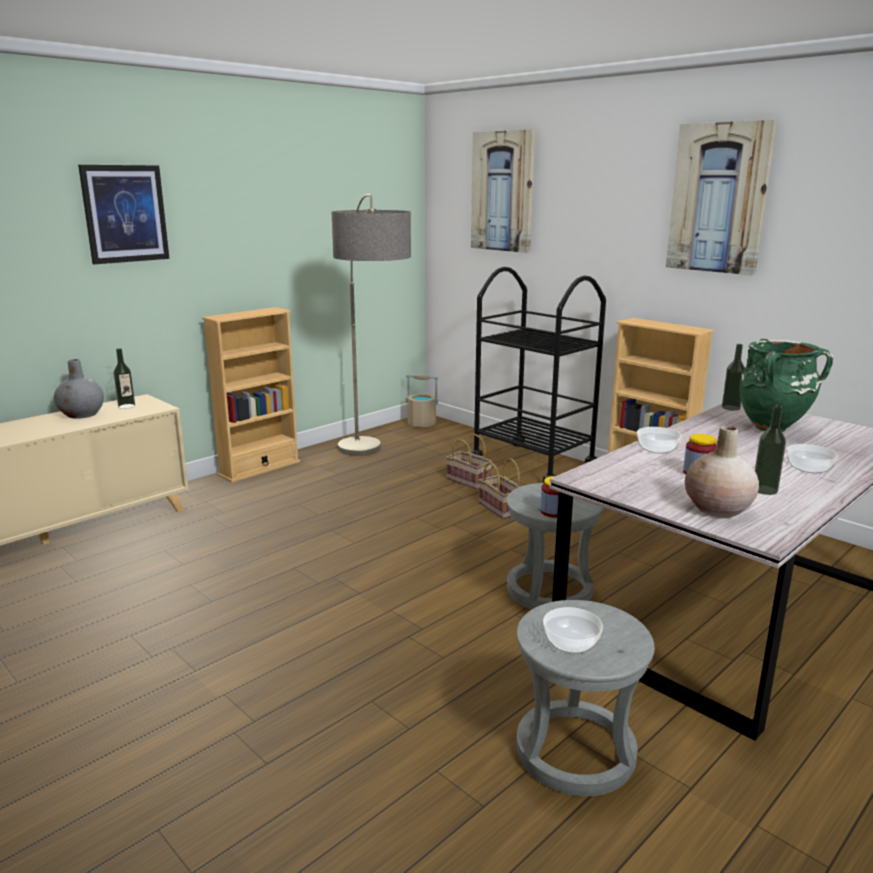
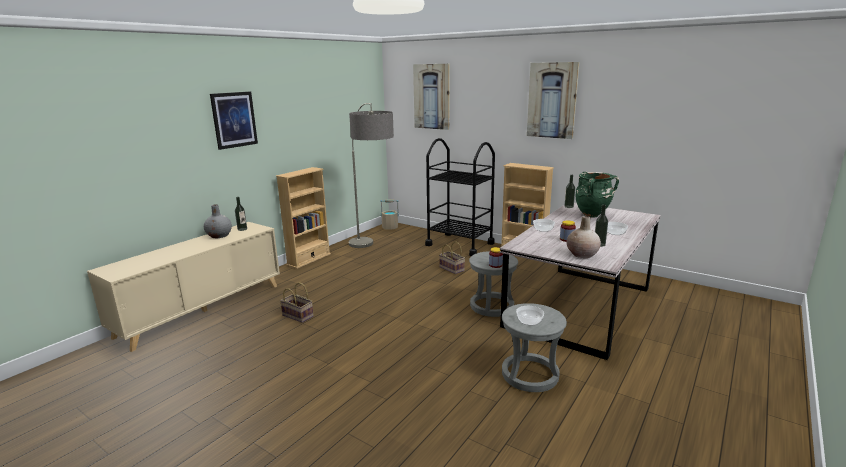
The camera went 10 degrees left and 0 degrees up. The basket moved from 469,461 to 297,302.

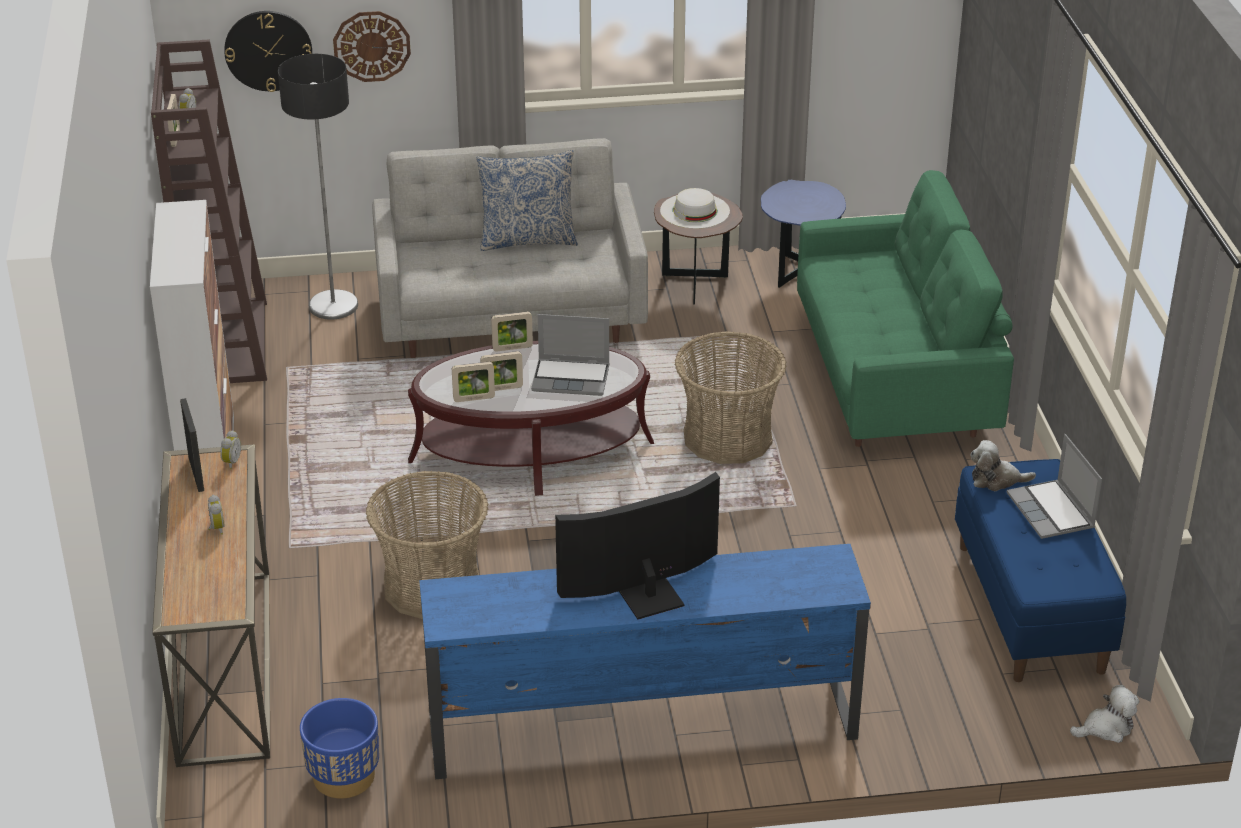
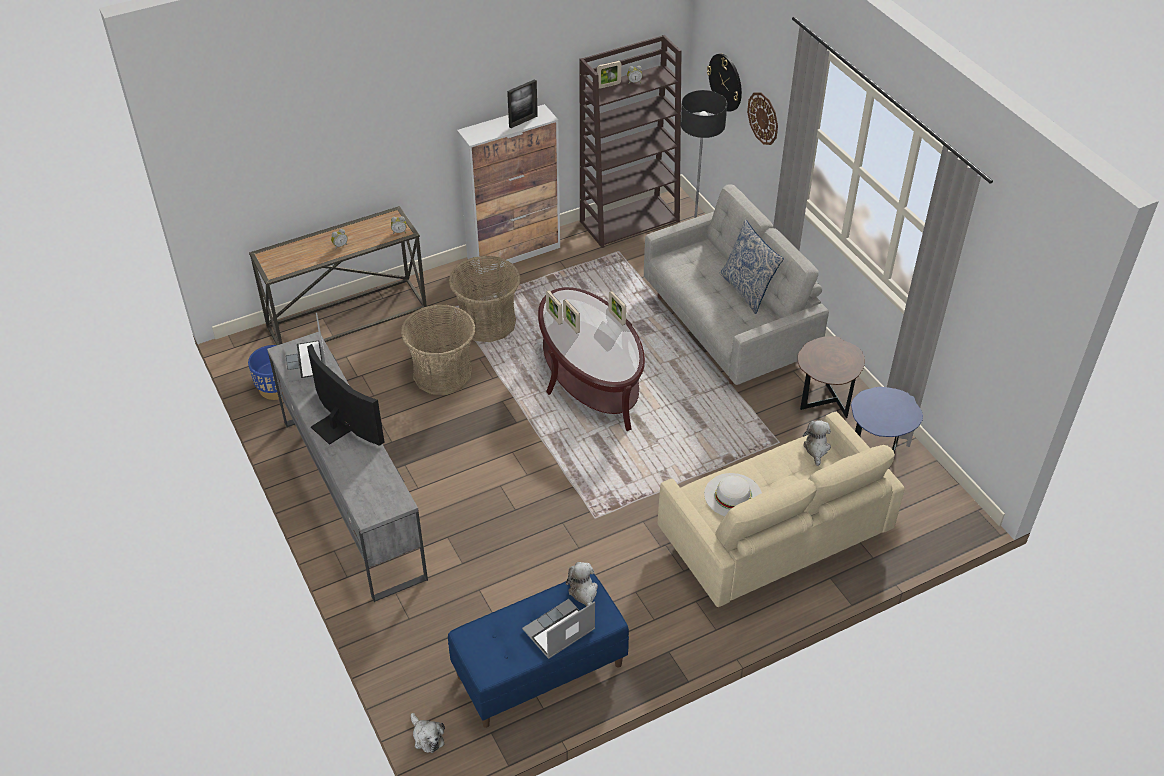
The camera went 70 degrees right and 10 degrees up. The plush toy at 817,443 appeared. The picture frame moved from 192,445 to 522,103. The laptop moved from 570,355 to 305,347. The white hat moved from 695,208 to 733,494. The basket moved from 731,397 to 484,299. The blue tv stand at 645,661 became the grey tv stand at 347,467. The green sofa at 905,308 became the beige sofa at 781,509.

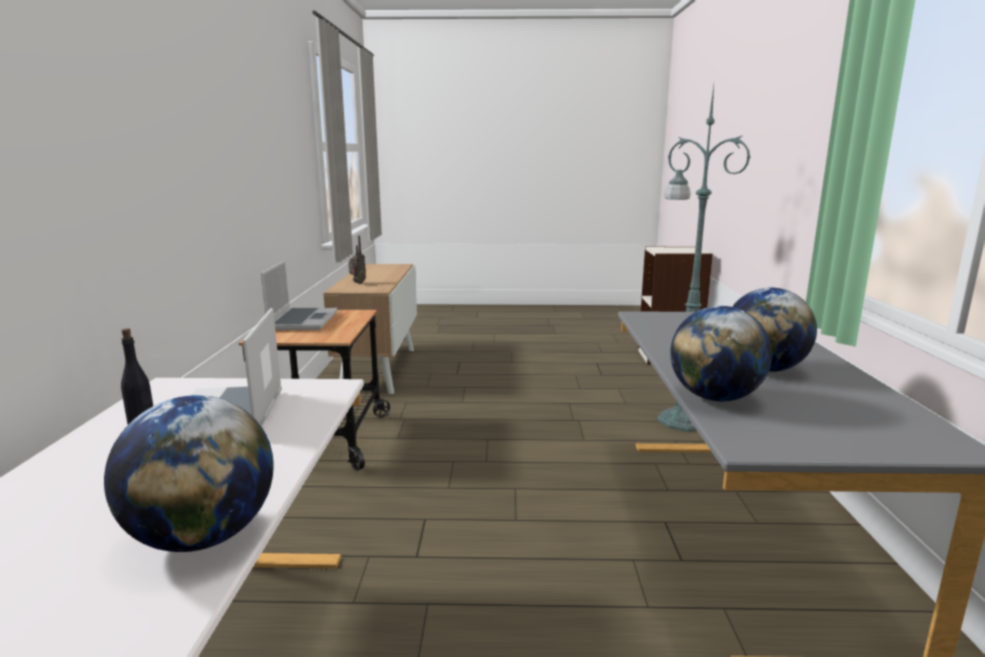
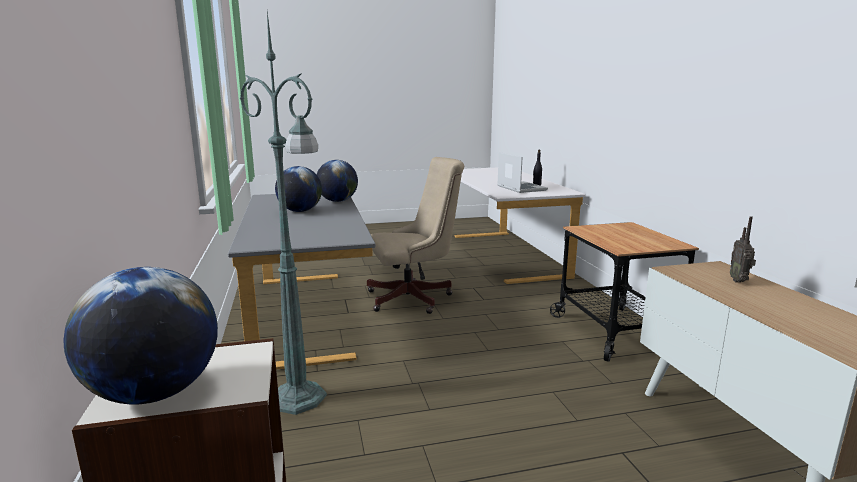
The camera went 165 degrees right and 0 degrees up. The laptop at 299,295 disappeared. The beige office chair at 415,235 appeared. The globe moved from 189,473 to 141,336.

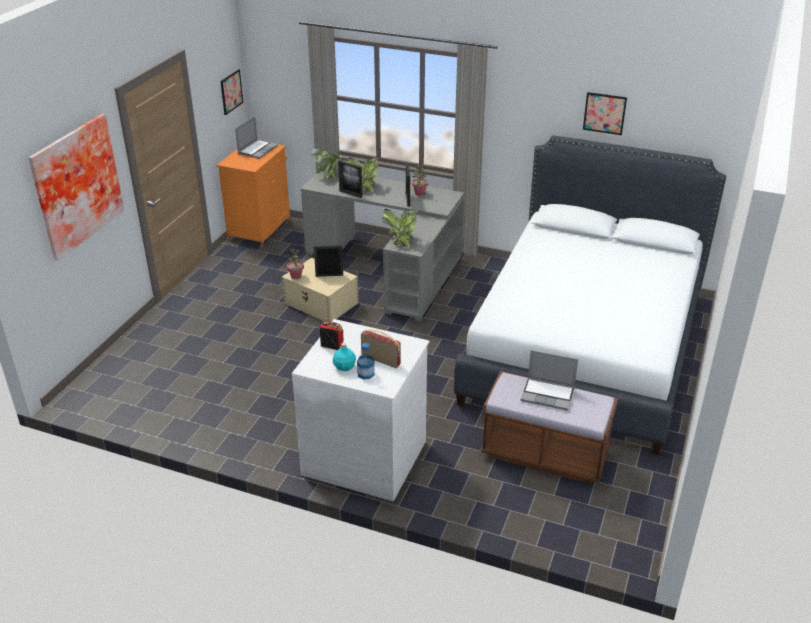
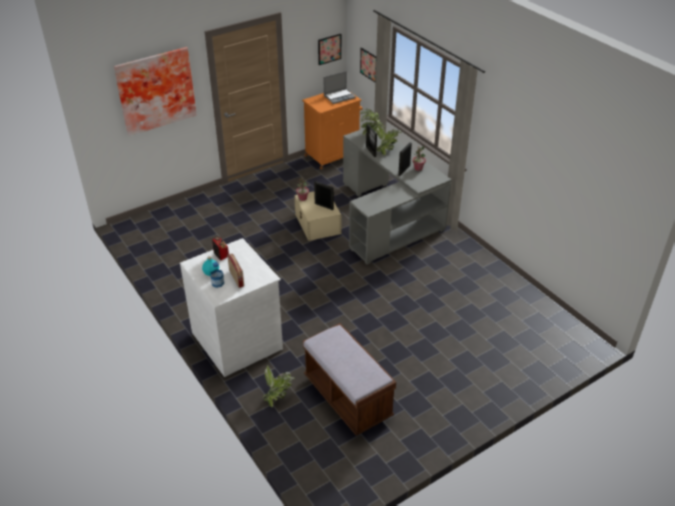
The camera went 35 degrees right and 5 degrees up. The white bed at 590,295 disappeared. The laptop at 549,380 disappeared. The potted plant moved from 399,228 to 279,386. The picture moved from 605,113 to 368,65.

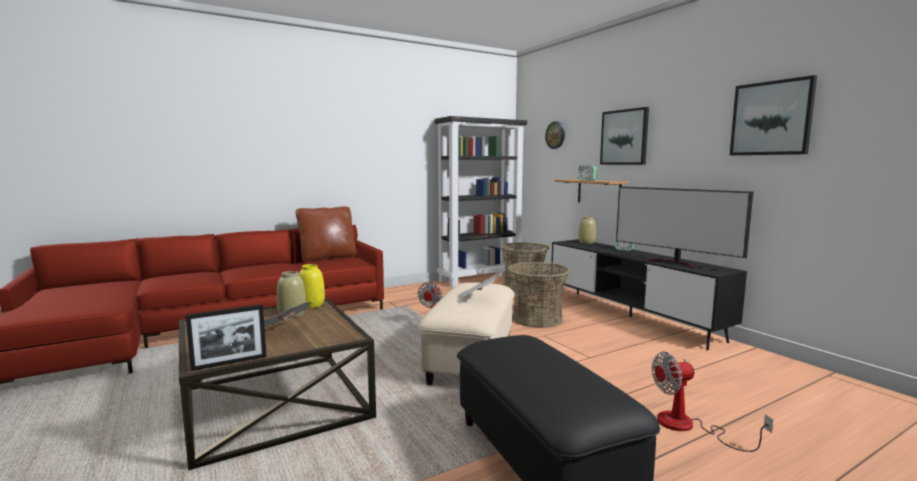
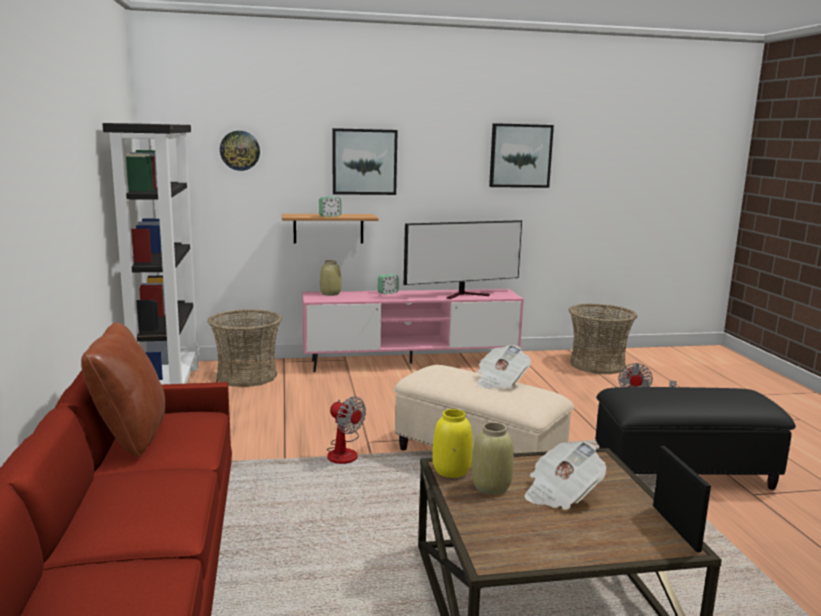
The camera went 70 degrees left and 5 degrees up. The basket moved from 539,295 to 603,338. The black tv stand at 649,294 became the pink tv stand at 413,330.

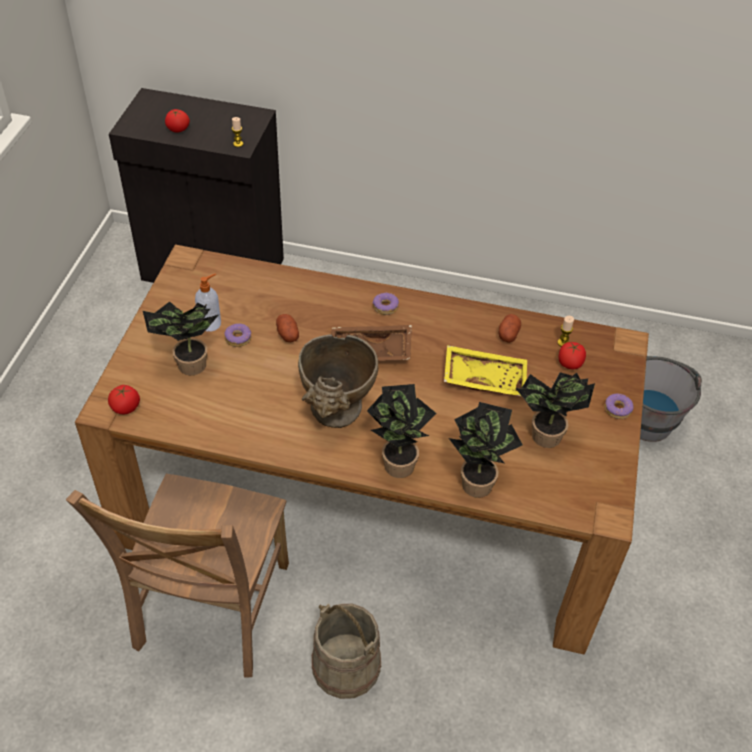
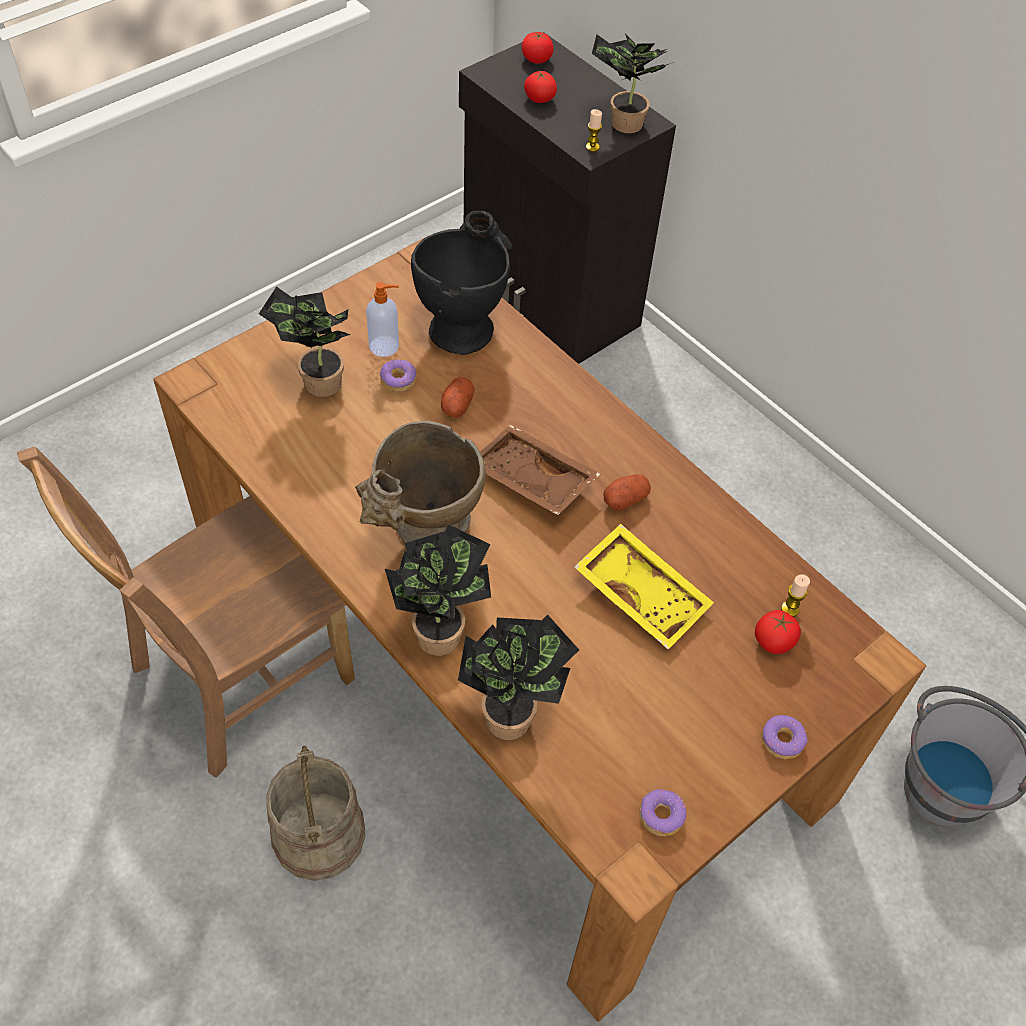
The camera went 35 degrees right and 5 degrees up. The black vase at 461,283 appeared. The tomato moved from 124,399 to 538,48. The donut moved from 386,303 to 662,812. The potato moved from 510,328 to 627,492. The potted plant moved from 555,410 to 633,83.

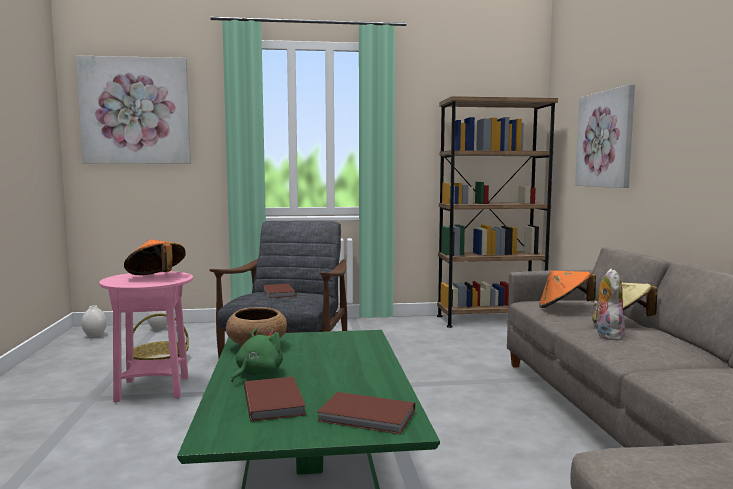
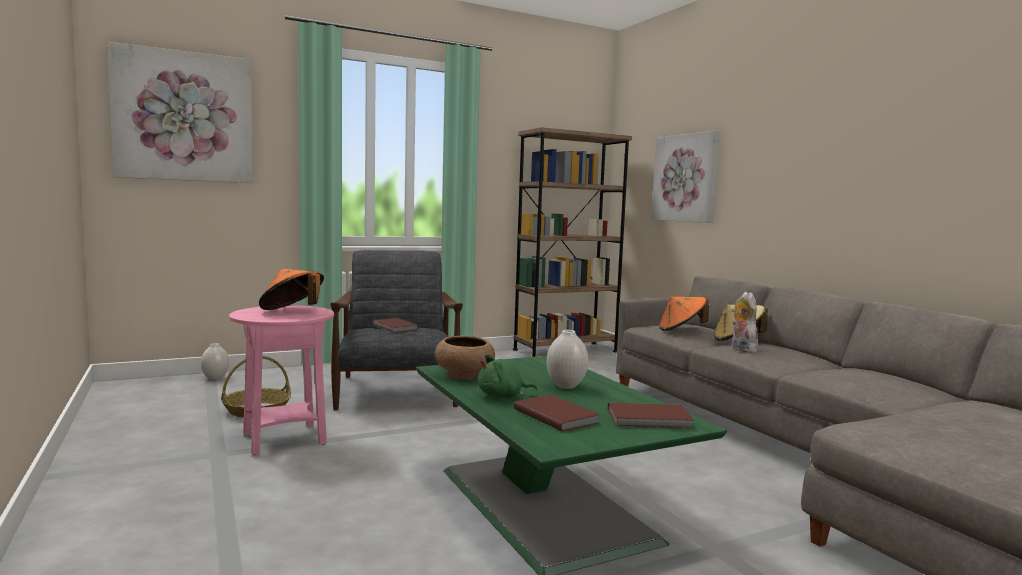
The camera went 20 degrees left and 0 degrees up. The white vase moved from 94,321 to 567,359. The green plush toy at 257,355 turned 120 degrees counterclockwise.

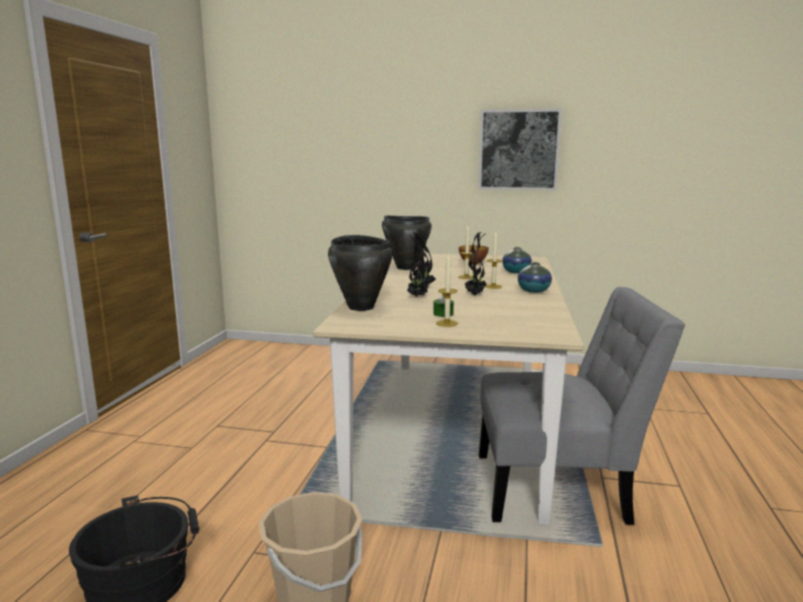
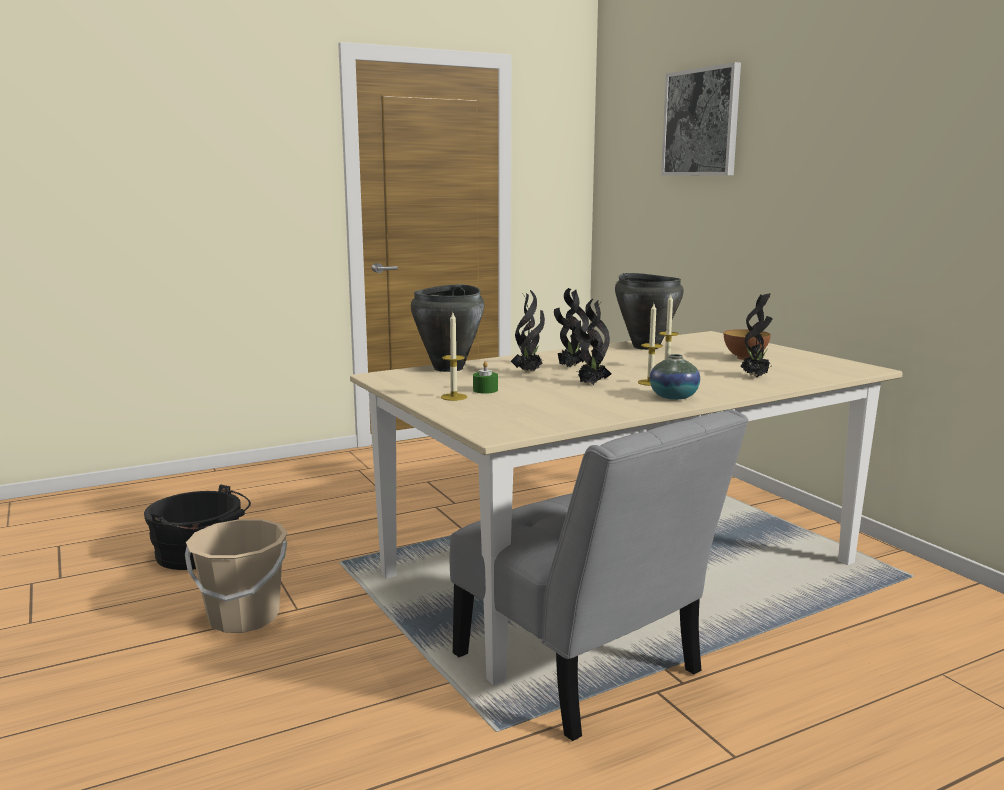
The camera went 50 degrees right and 0 degrees up. The picture moved from 520,149 to 701,118. The vase at 517,260 was replaced by the potted plant at 756,335.

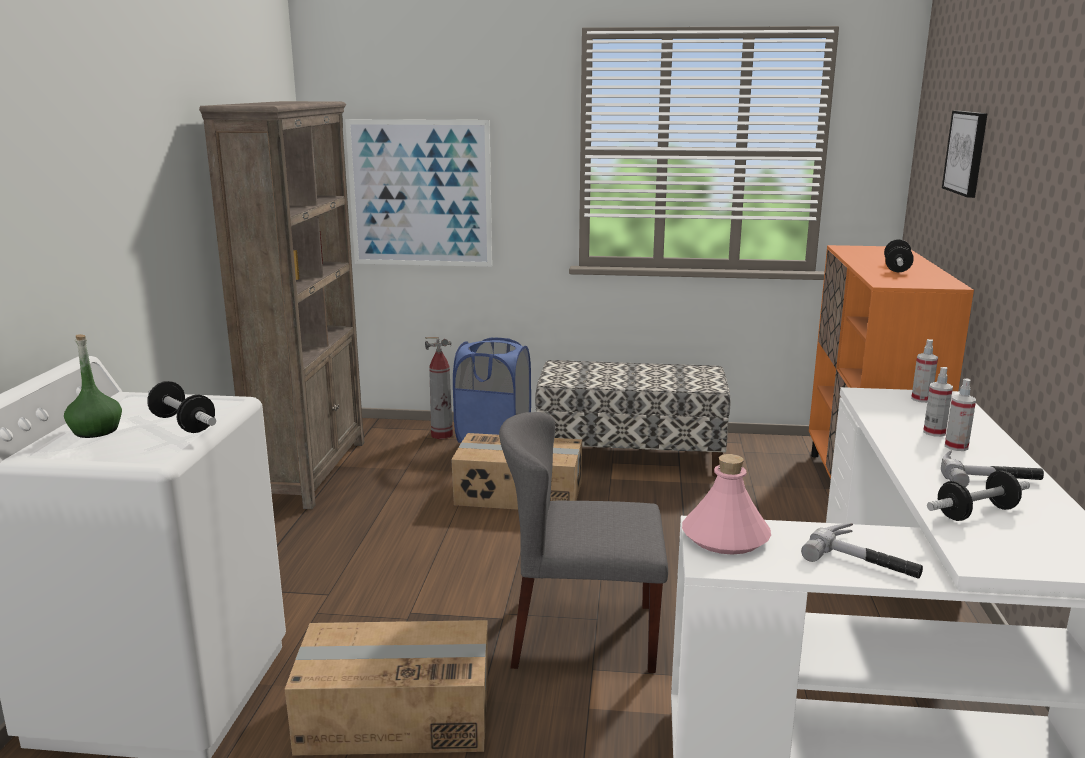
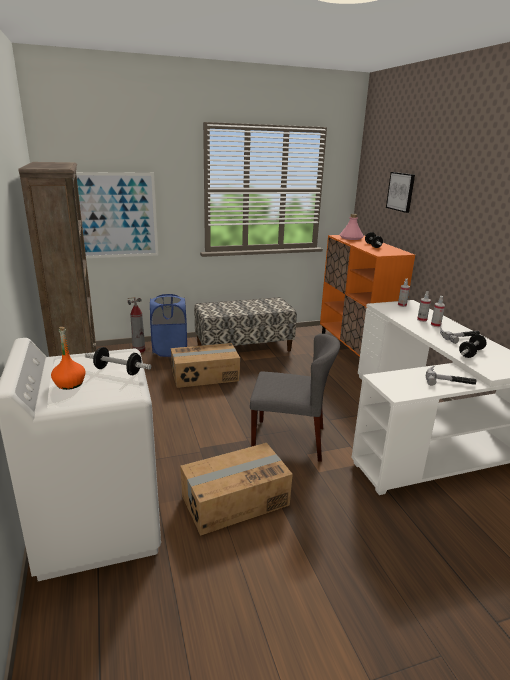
The camera went 25 degrees left and 5 degrees up. The pink bottle moved from 726,504 to 352,227. The green bottle at 93,386 became the orange bottle at 68,358. The grey chair at 583,542 turned 150 degrees counterclockwise.

